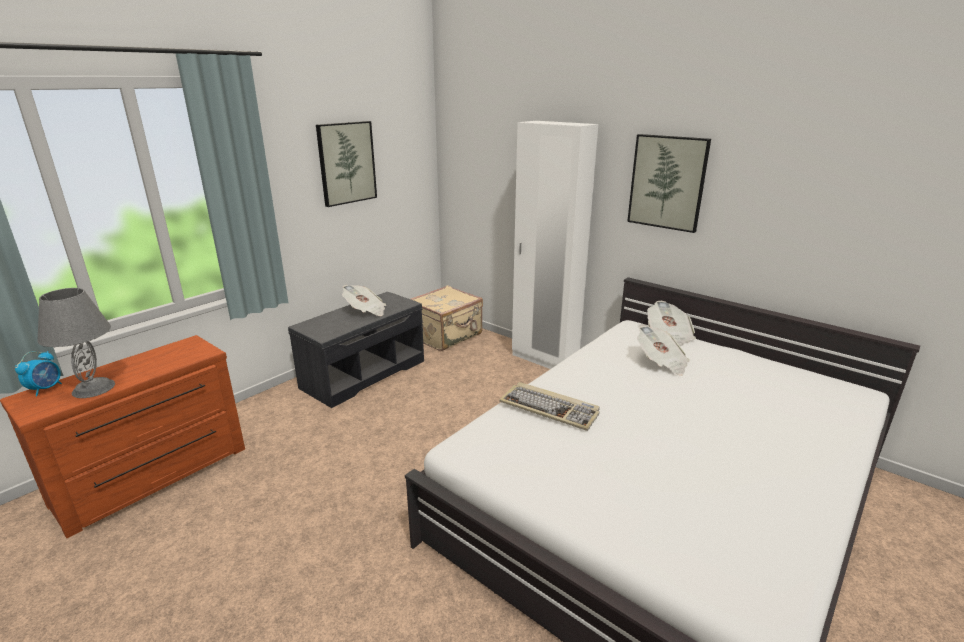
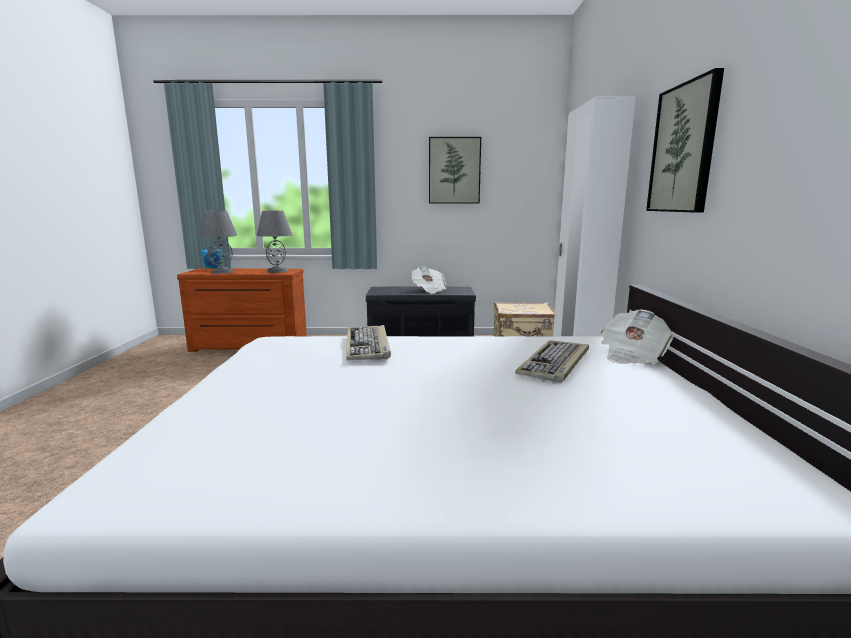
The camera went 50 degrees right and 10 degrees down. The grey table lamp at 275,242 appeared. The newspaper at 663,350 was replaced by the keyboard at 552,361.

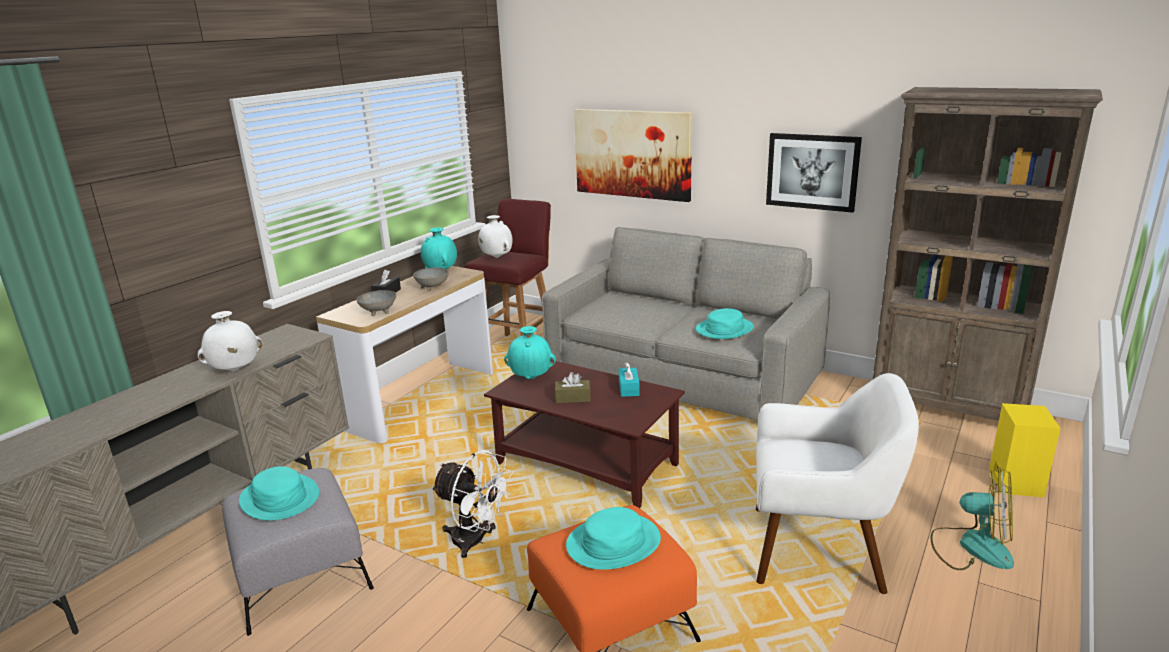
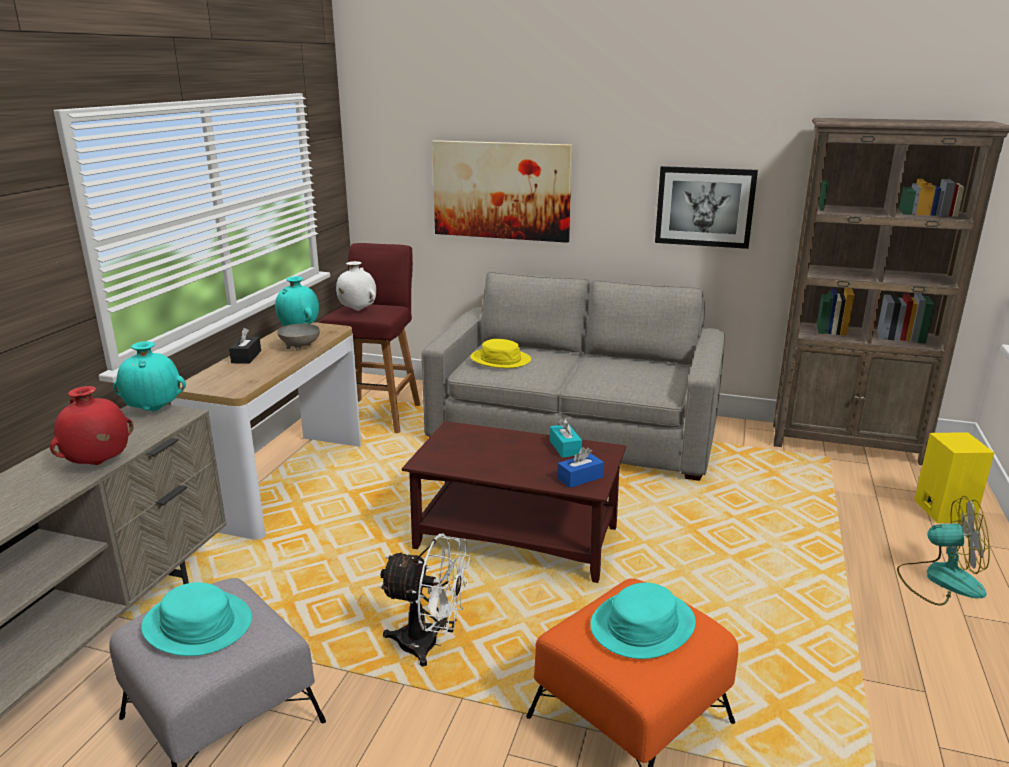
The camera went 15 degrees left and 0 degrees up. The grey bowl at 376,303 disappeared. The brown tissue box at 573,387 disappeared. The turquoise hat at 725,323 disappeared. The white armchair at 837,483 disappeared. The yellow hat at 501,353 appeared. The blue tissue box at 580,467 appeared. The turquoise vase moved from 530,352 to 149,376. The white vase at 229,341 became the red vase at 92,425.

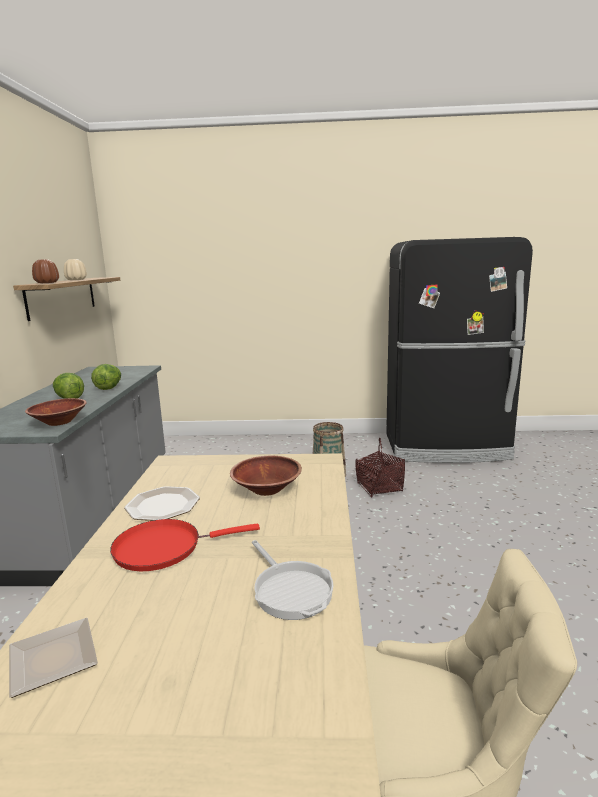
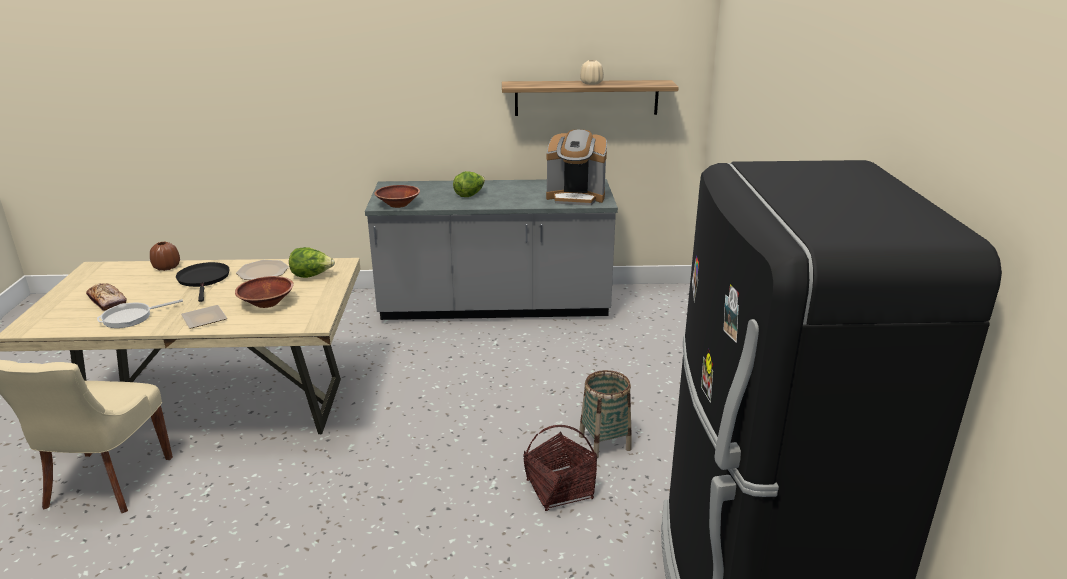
The camera went 85 degrees right and 10 degrees up. The bread at 106,297 appeared. The coffee machine at 576,167 appeared. The plate moved from 53,658 to 204,317. The brown vase moved from 45,271 to 165,256. The lettuce moved from 106,377 to 312,262. The red frying pan at 185,545 became the black frying pan at 203,282.

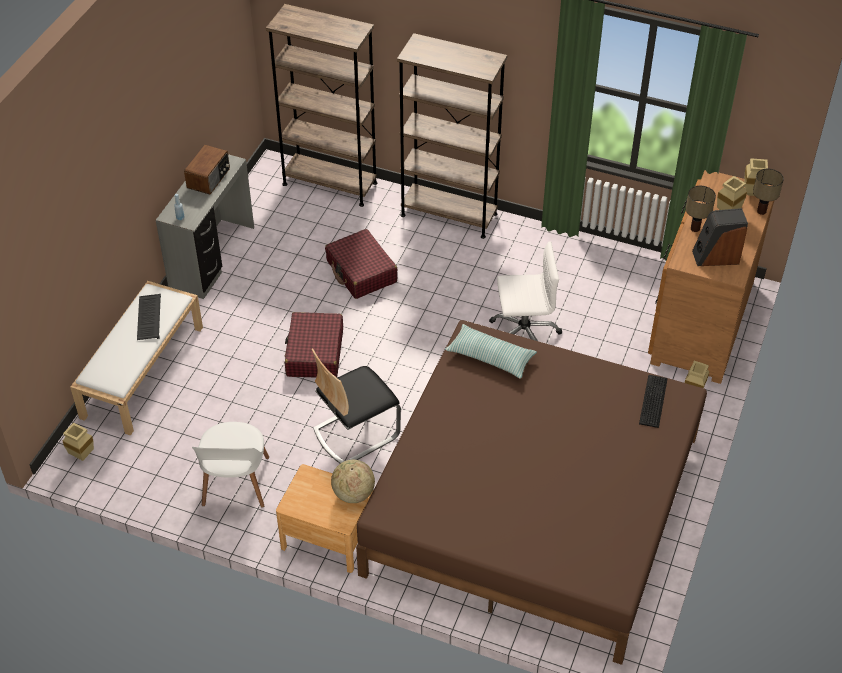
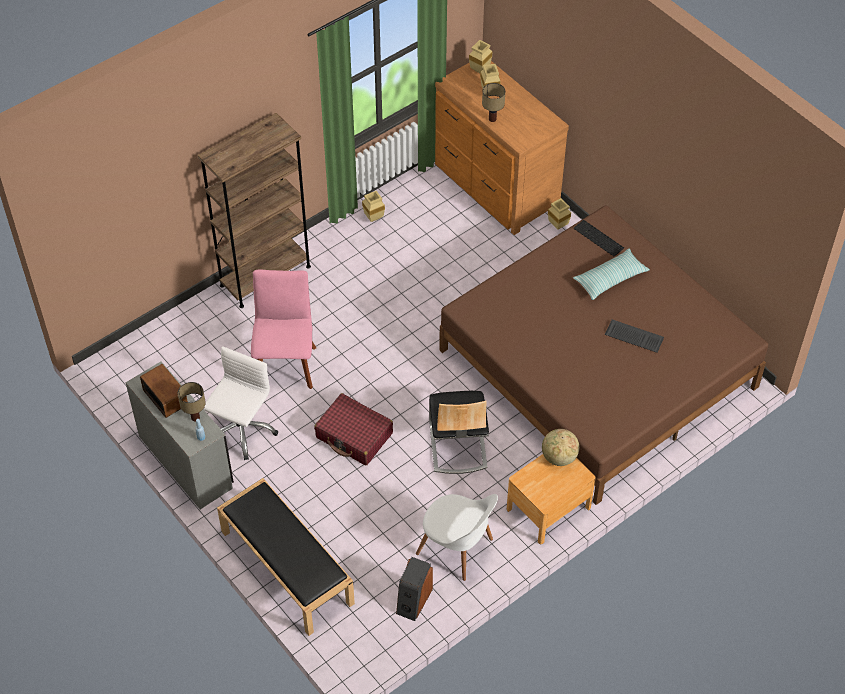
The camera went 60 degrees left and 5 degrees up. The brown bookcase at 321,105 disappeared. The beige vase moved from 78,442 to 373,206. The keyboard moved from 149,317 to 634,336. The pillow moved from 491,351 to 611,274. The white office chair moved from 525,291 to 240,403. The speaker moved from 720,237 to 414,589. The table lamp moved from 768,192 to 192,401. The red suitcase at 361,264 was replaced by the pink chair at 283,329. The white bench at 136,358 became the black bench at 286,557.

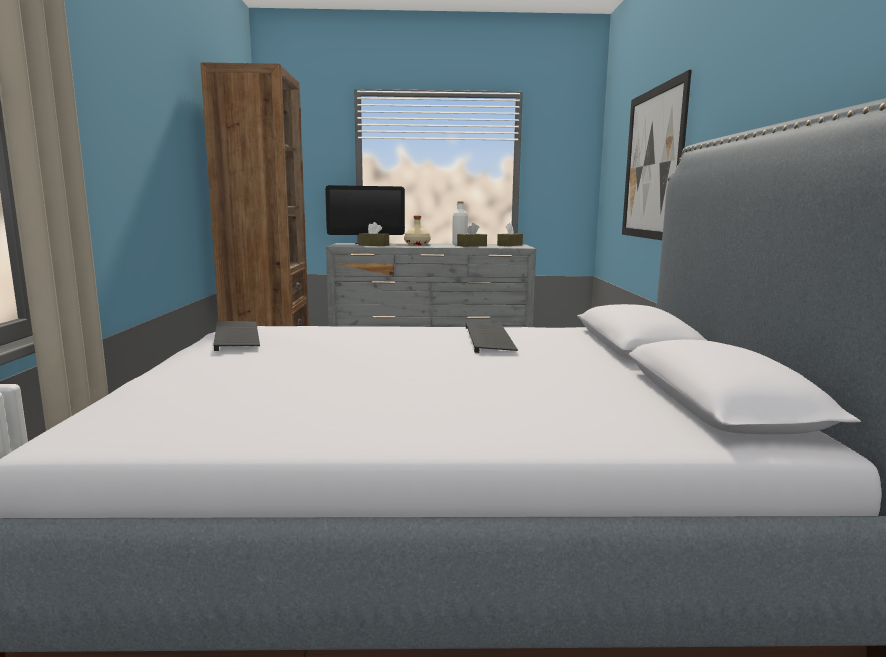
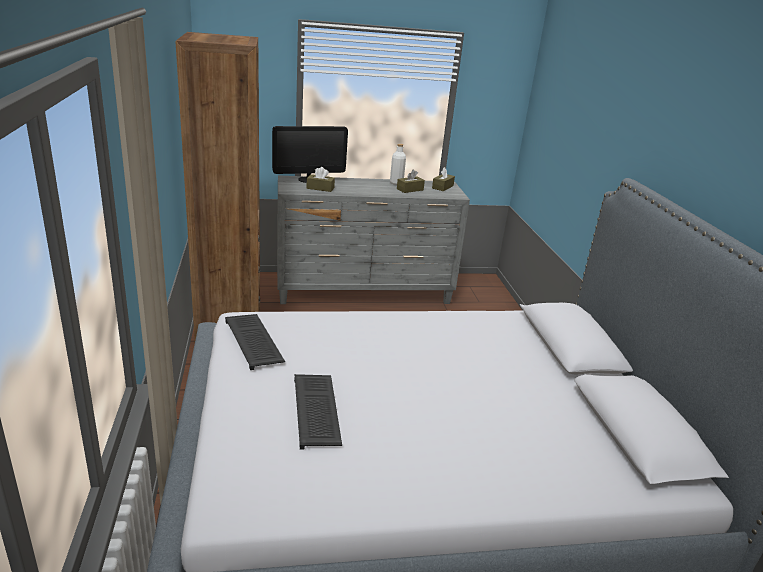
The camera went 10 degrees left and 15 degrees up. The beige bottle at 417,230 disappeared. The picture at 657,155 disappeared. The keyboard moved from 492,337 to 318,411.

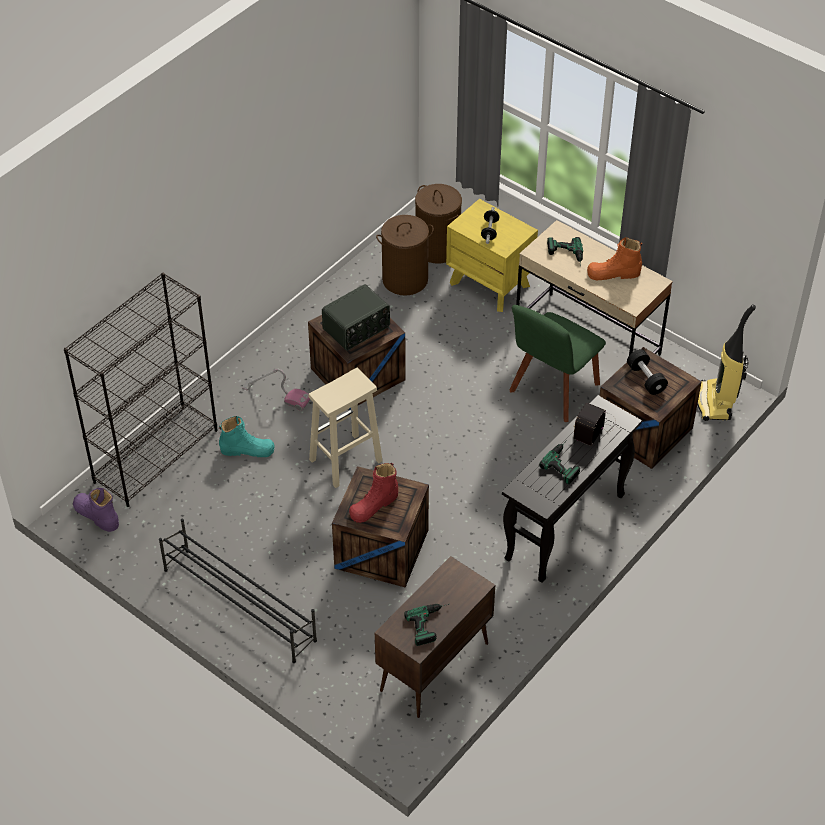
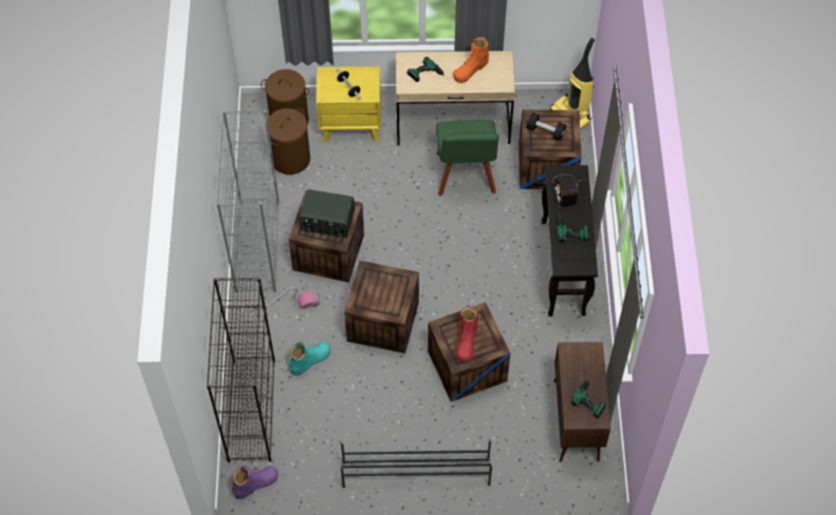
The camera went 40 degrees left and 10 degrees up. The grey bookcase at 248,201 appeared. The beige stool at 346,428 was replaced by the crate at 381,306. The purple boot at 96,510 turned 150 degrees clockwise. The radio at 356,317 turned 90 degrees clockwise.

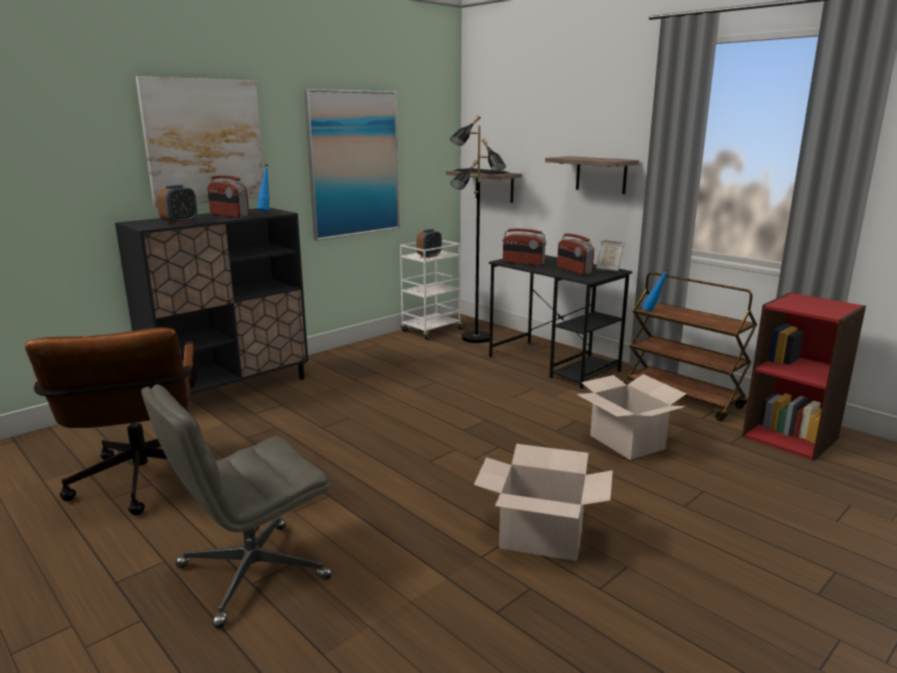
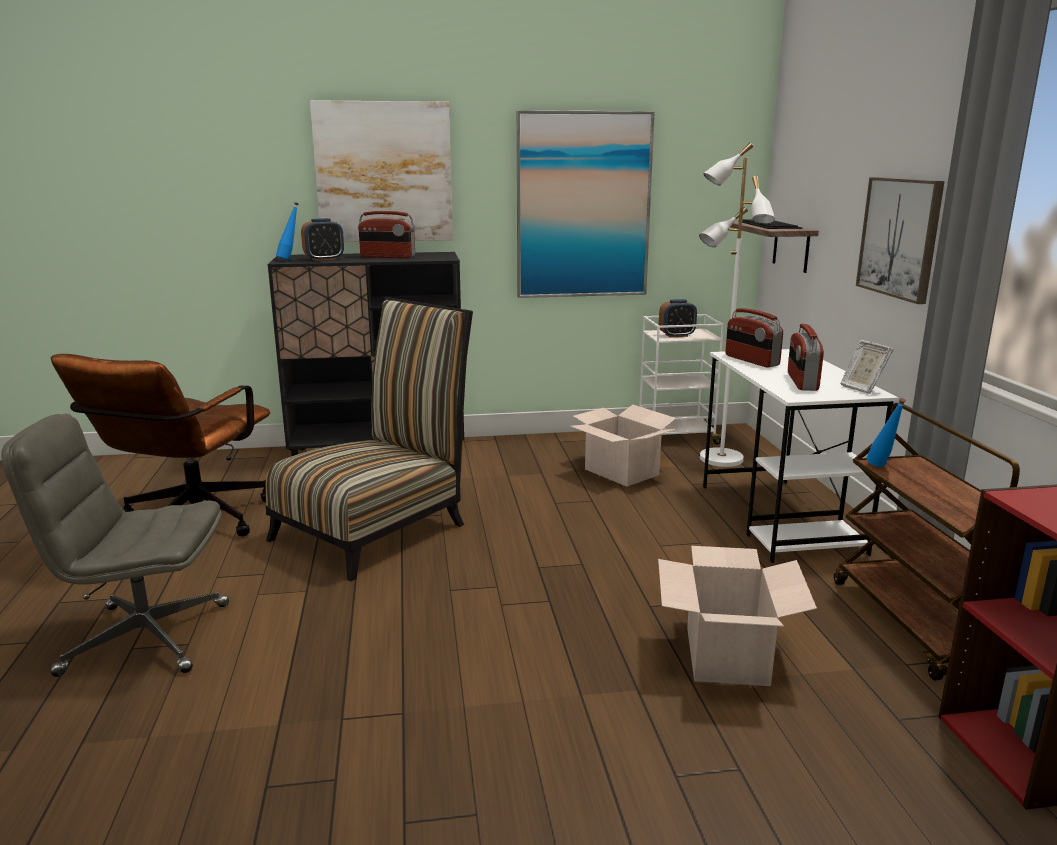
The camera went 35 degrees right and 0 degrees up. The chair at 369,439 appeared. The blue bottle moved from 263,187 to 287,231. The cardboard box moved from 543,502 to 623,446. The shelf at 592,175 was replaced by the picture at 900,240. The black floor lamp at 478,229 became the white floor lamp at 737,305. The black desk at 560,322 became the white desk at 801,456. The radio at 228,196 turned 60 degrees counterclockwise.

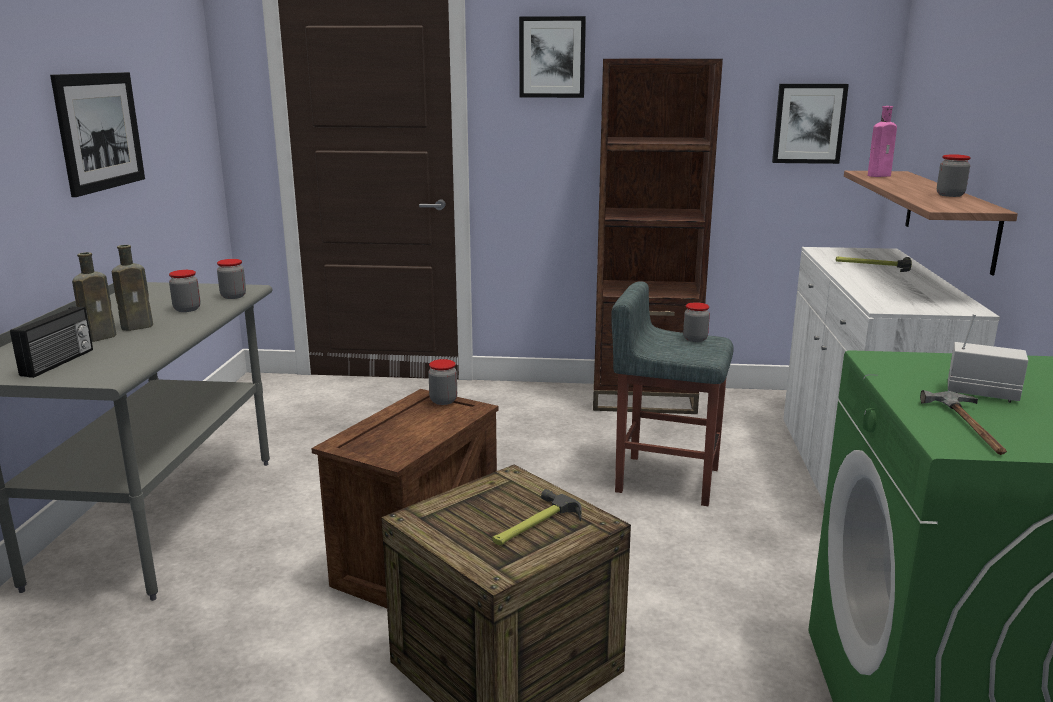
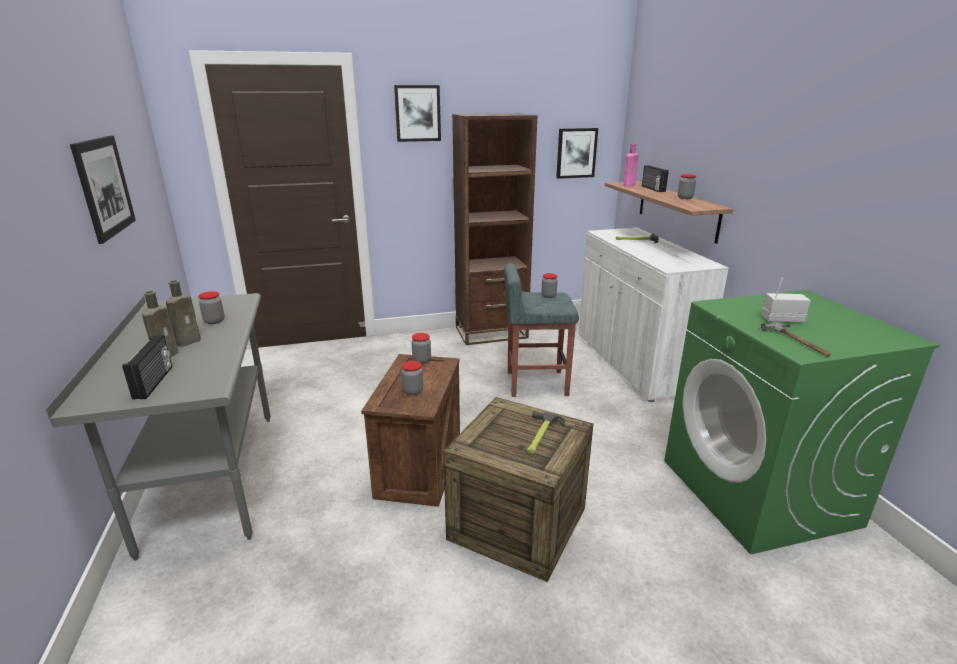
The camera went 20 degrees left and 5 degrees up. The radio at 655,178 appeared. The jar moved from 231,279 to 412,378.

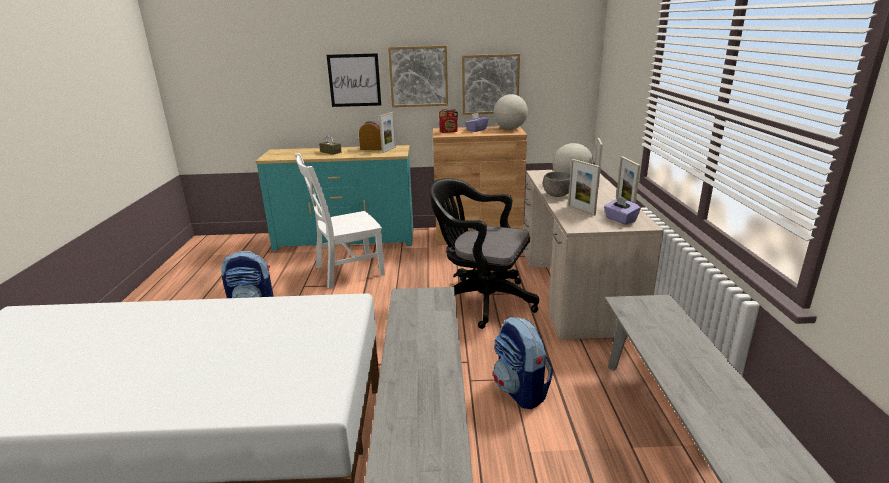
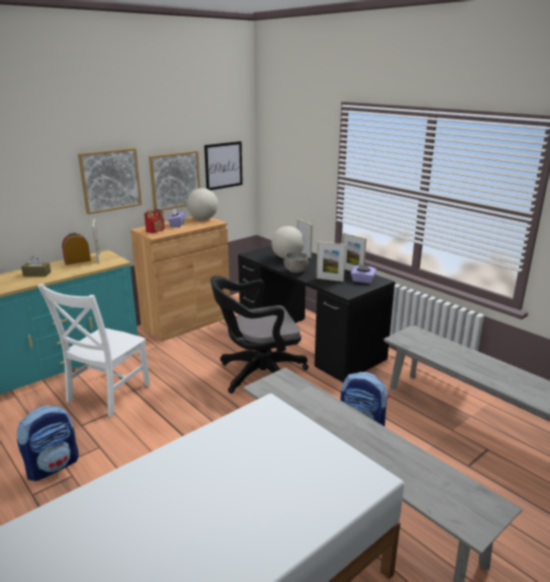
The camera went 40 degrees left and 0 degrees up. The picture moved from 354,80 to 223,165. The beige desk at 593,255 became the black desk at 316,314.

